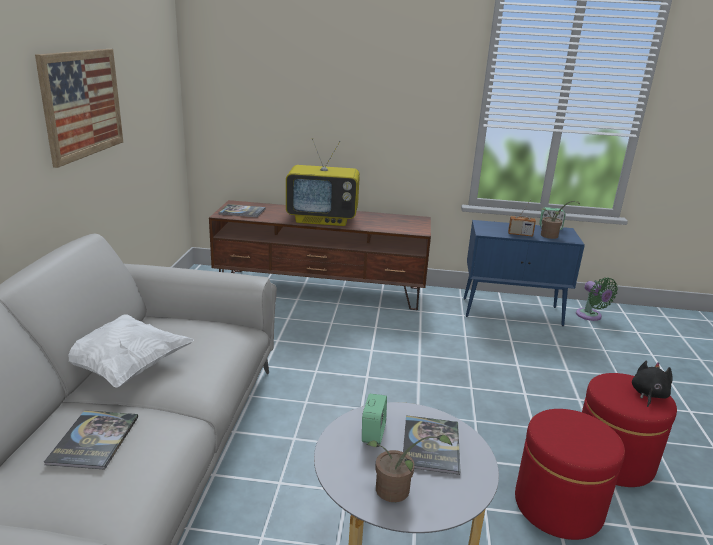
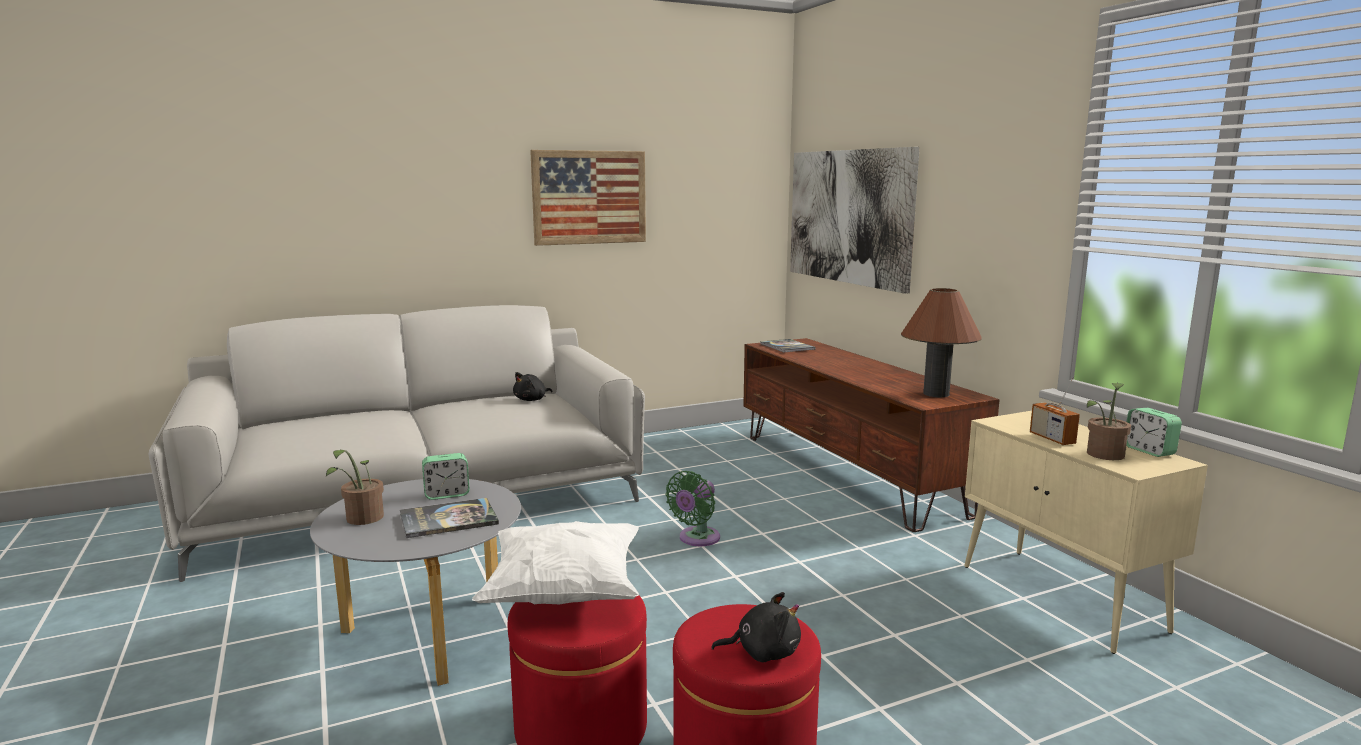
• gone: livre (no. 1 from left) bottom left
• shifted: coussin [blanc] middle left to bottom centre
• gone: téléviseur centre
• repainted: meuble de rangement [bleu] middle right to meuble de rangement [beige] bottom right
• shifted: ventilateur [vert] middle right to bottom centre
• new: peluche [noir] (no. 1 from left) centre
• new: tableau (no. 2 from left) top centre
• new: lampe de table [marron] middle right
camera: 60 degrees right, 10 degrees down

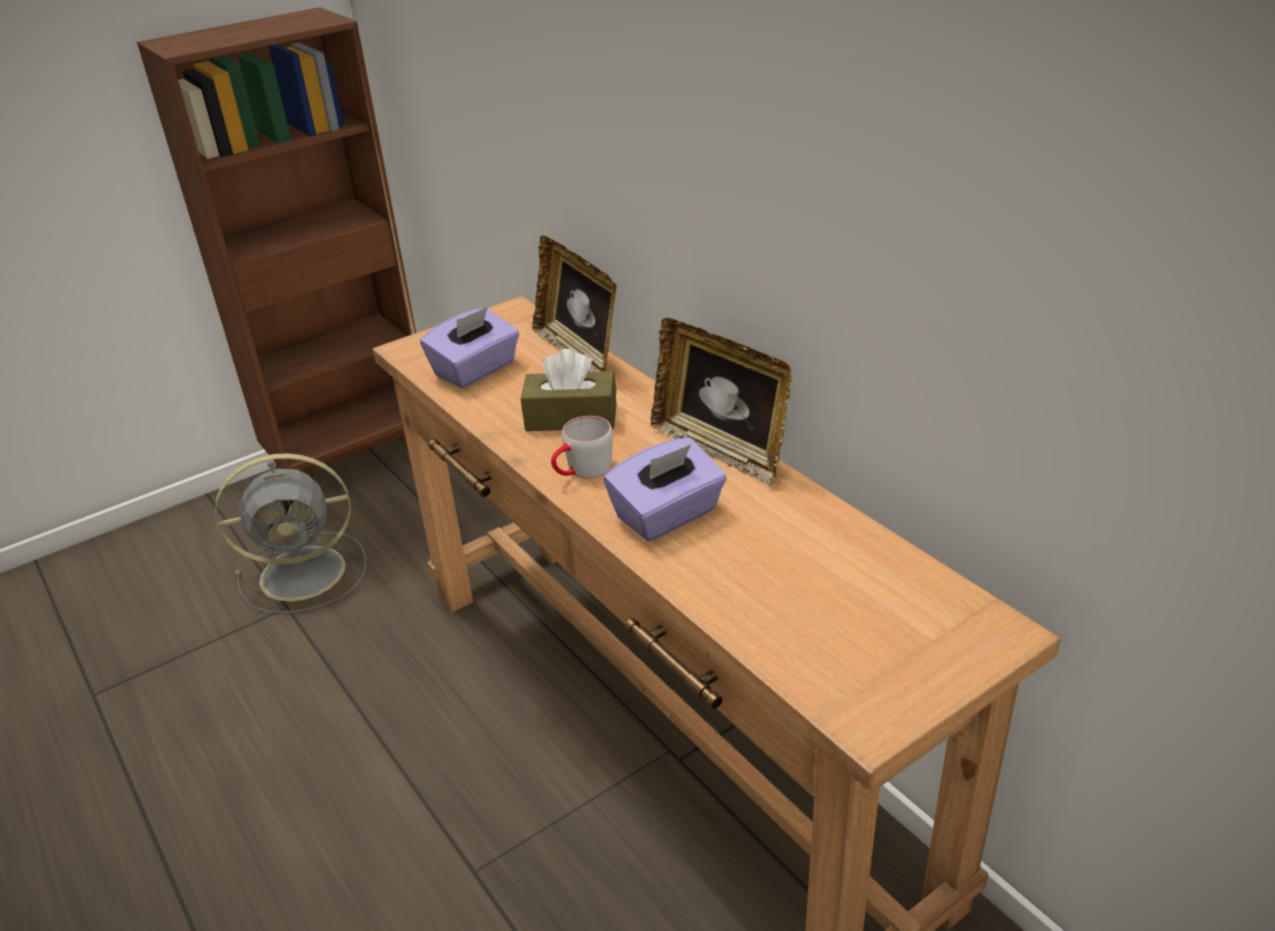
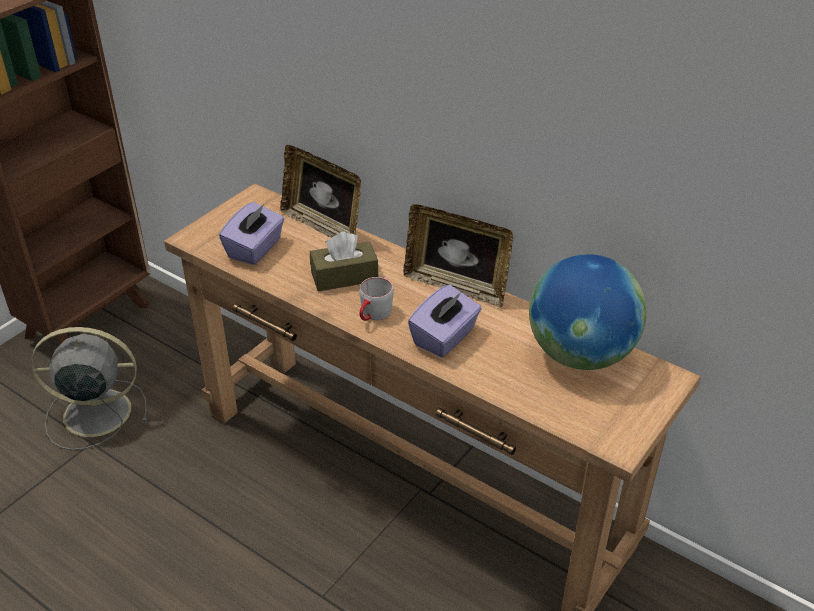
• rotated: ventilateur [gris] middle left = middle left 150 degrees counterclockwise
• new: globe middle right
camera: 20 degrees left, 5 degrees up

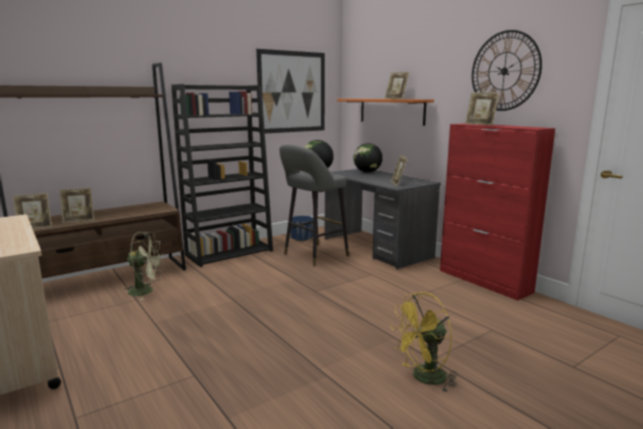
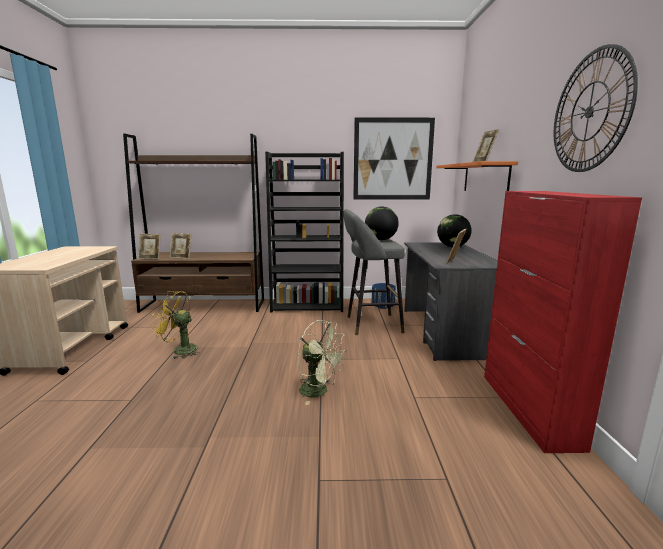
• shifted: ventilateur [vert] middle left to centre
• shifted: ventilateur [jaune] bottom centre to middle left
• gone: cadre photo (no. 5 from left) top right
camera: 35 degrees right, 0 degrees up

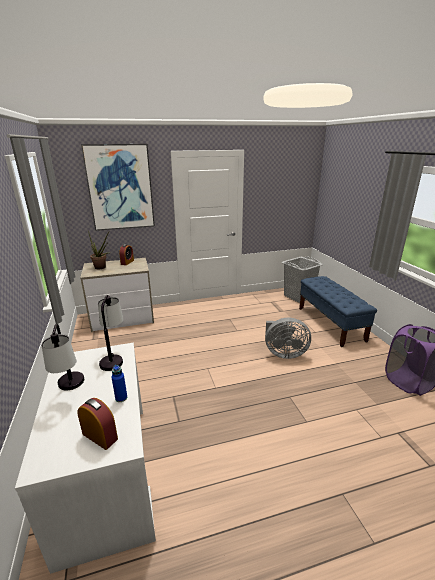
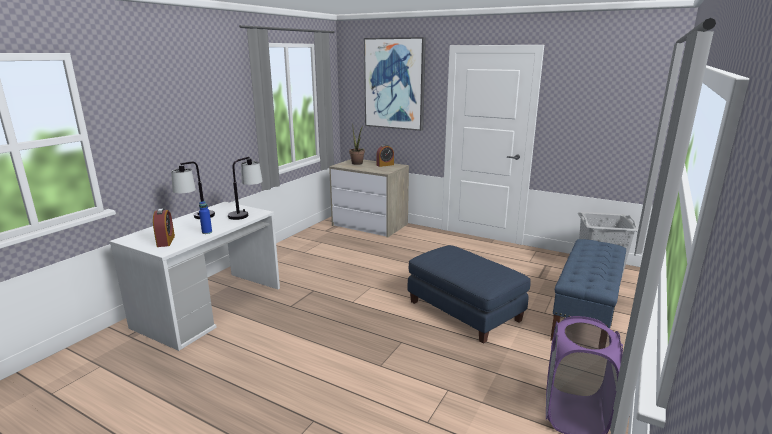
• swapped: ventilateur [gris] centre to pouf [bleu] bottom centre
camera: 45 degrees right, 5 degrees down

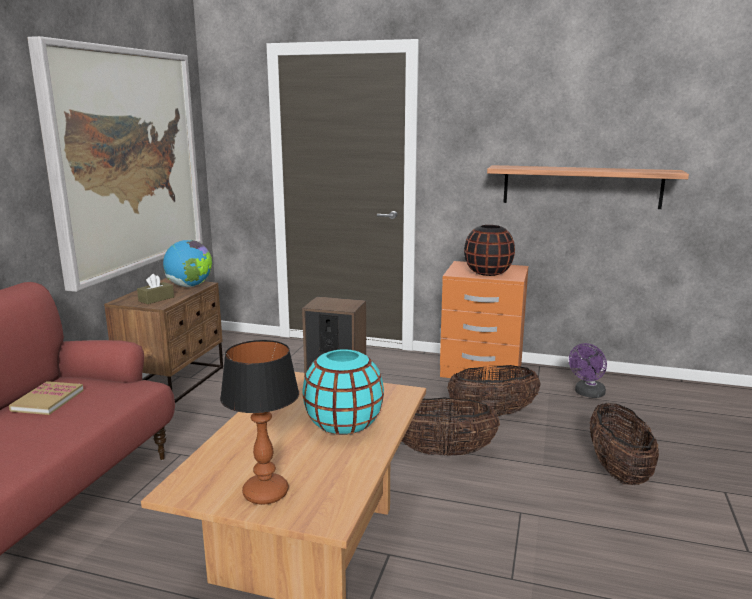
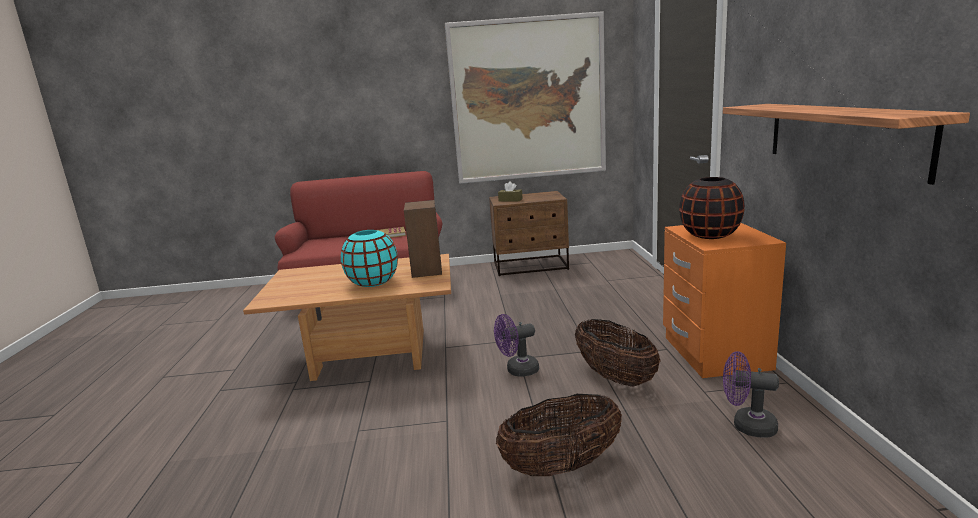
• gone: globe middle left
• gone: lampe de table bottom centre
• swapped: panier (no. 1 from left) bottom centre to ventilateur [violet] (no. 1 from left) centre
camera: 70 degrees right, 0 degrees up

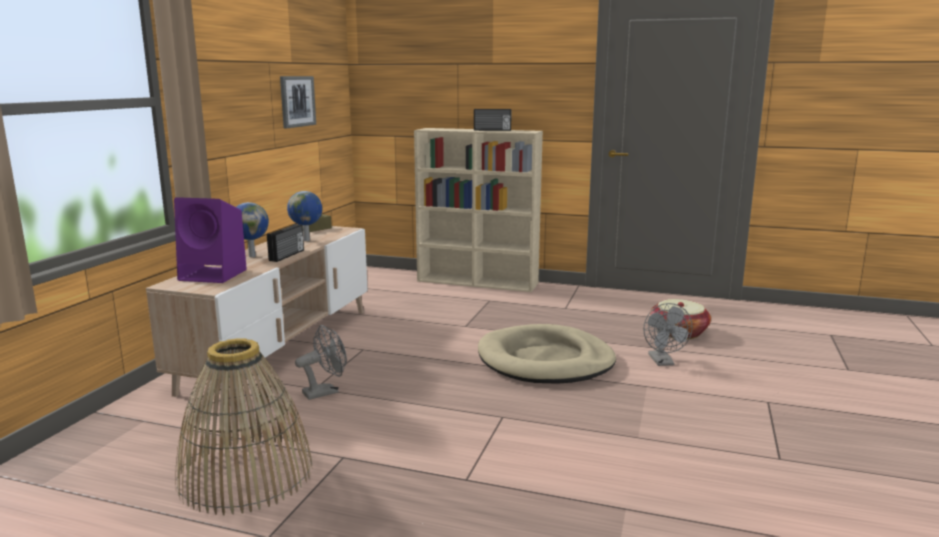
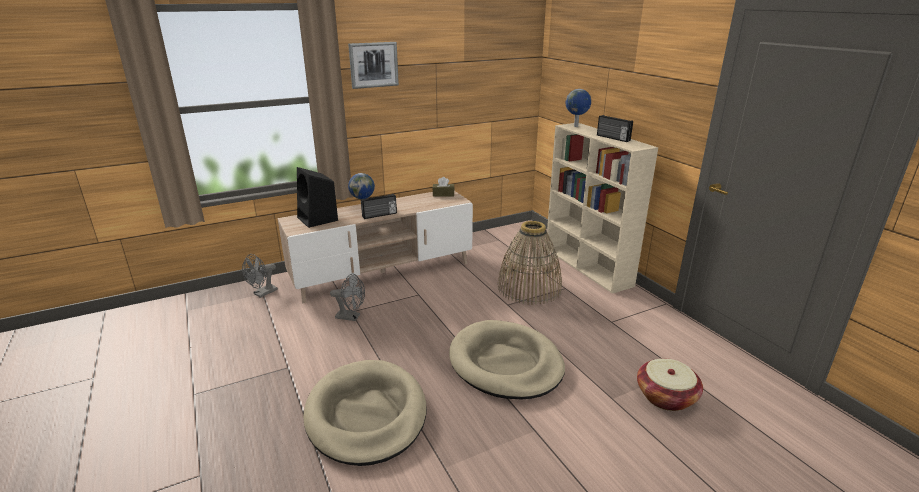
• repainted: enceinte [violet] middle left to enceinte [noir] centre
• shifted: panier (no. 1 from left) bottom left to centre
• shifted: tableau top left to top centre
• shifted: globe (no. 2 from left) middle left to top centre
• shifted: ventilateur [gris] (no. 2 from left in the first image) middle right to ventilateur [gris] (no. 1 from left) middle left
• new: panier pour chien [beige] (no. 1 from left) bottom centre
camera: 45 degrees right, 10 degrees up

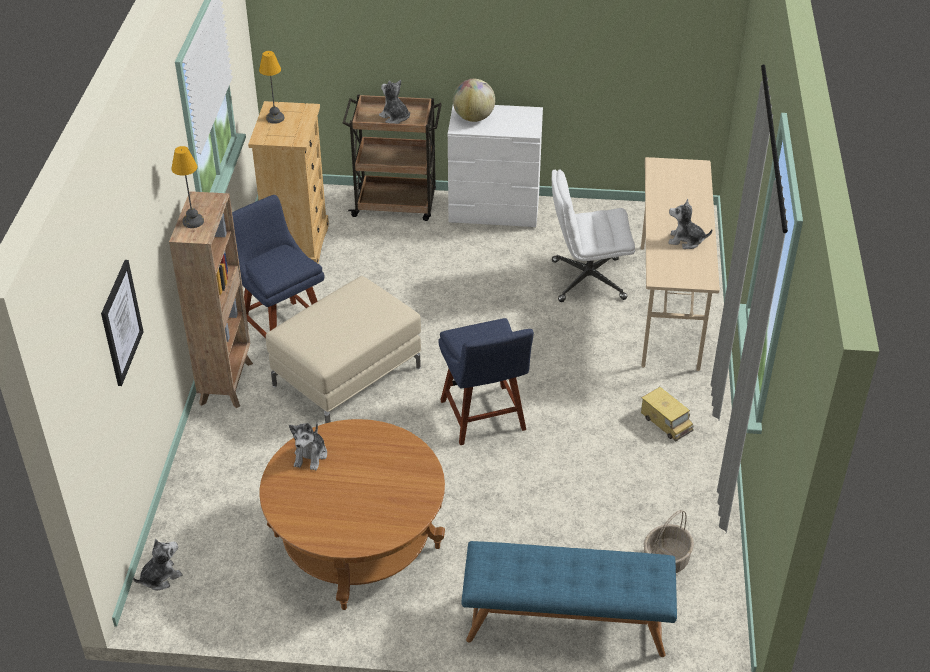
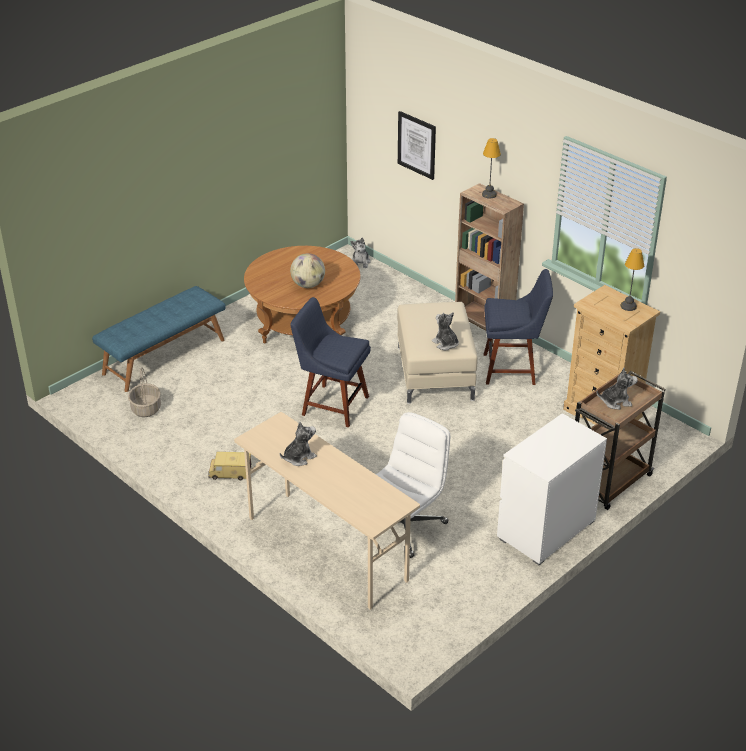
• shifted: peluche (no. 2 from left in the first image) middle left to peluche (no. 3 from left) centre
• shifted: globe top centre to centre
camera: 130 degrees right, 5 degrees down

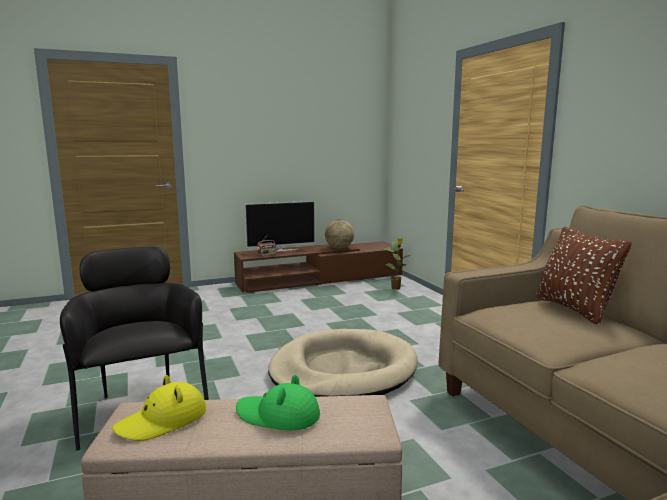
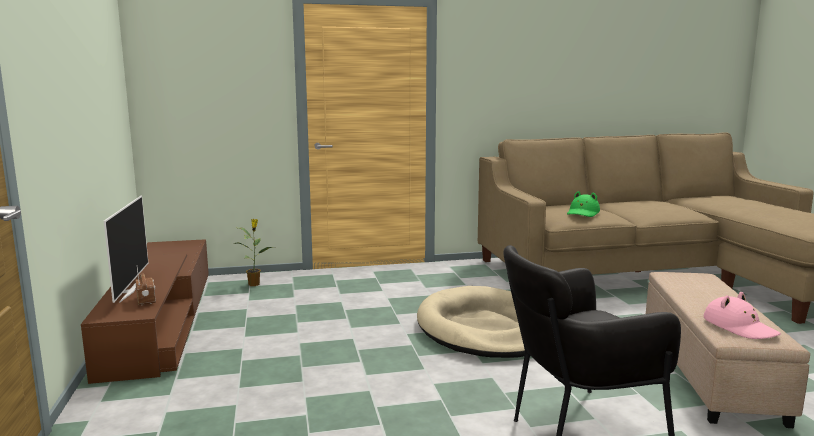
• repainted: chapeau [jaune] bottom left to chapeau [rose] bottom right
• shifted: chapeau [vert] bottom centre to middle right
• gone: globe centre
• gone: coussin [marron] middle right
camera: 80 degrees left, 0 degrees up

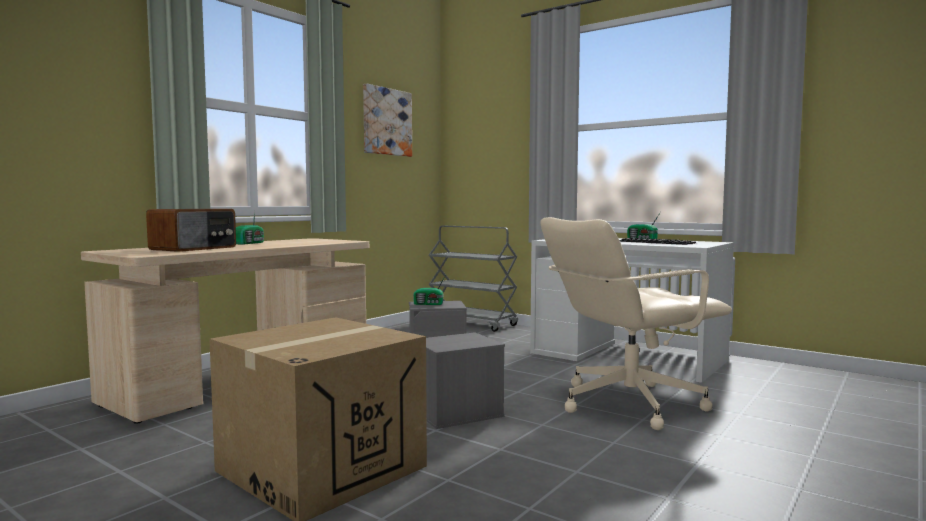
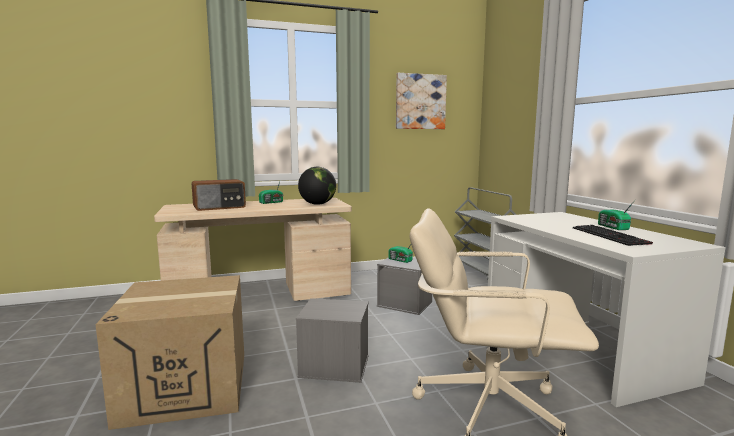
• new: globe centre
camera: 35 degrees right, 5 degrees up

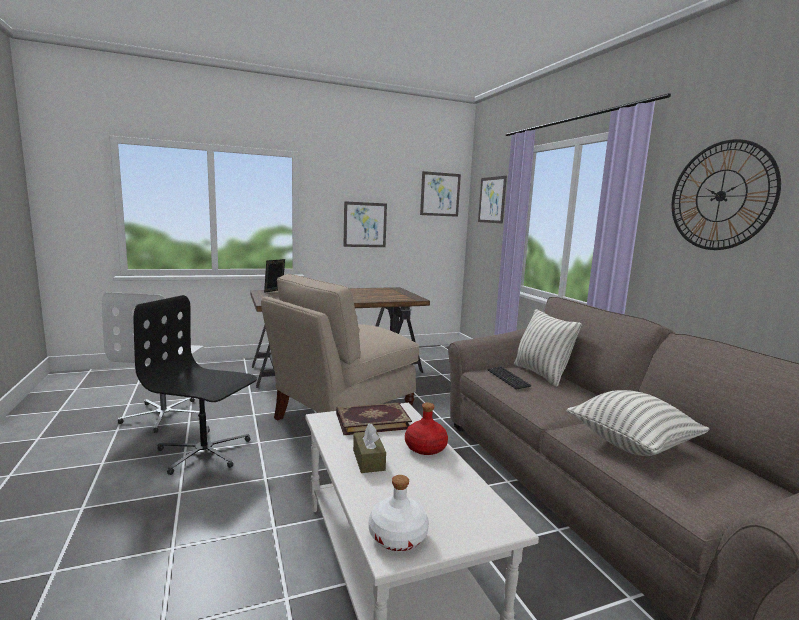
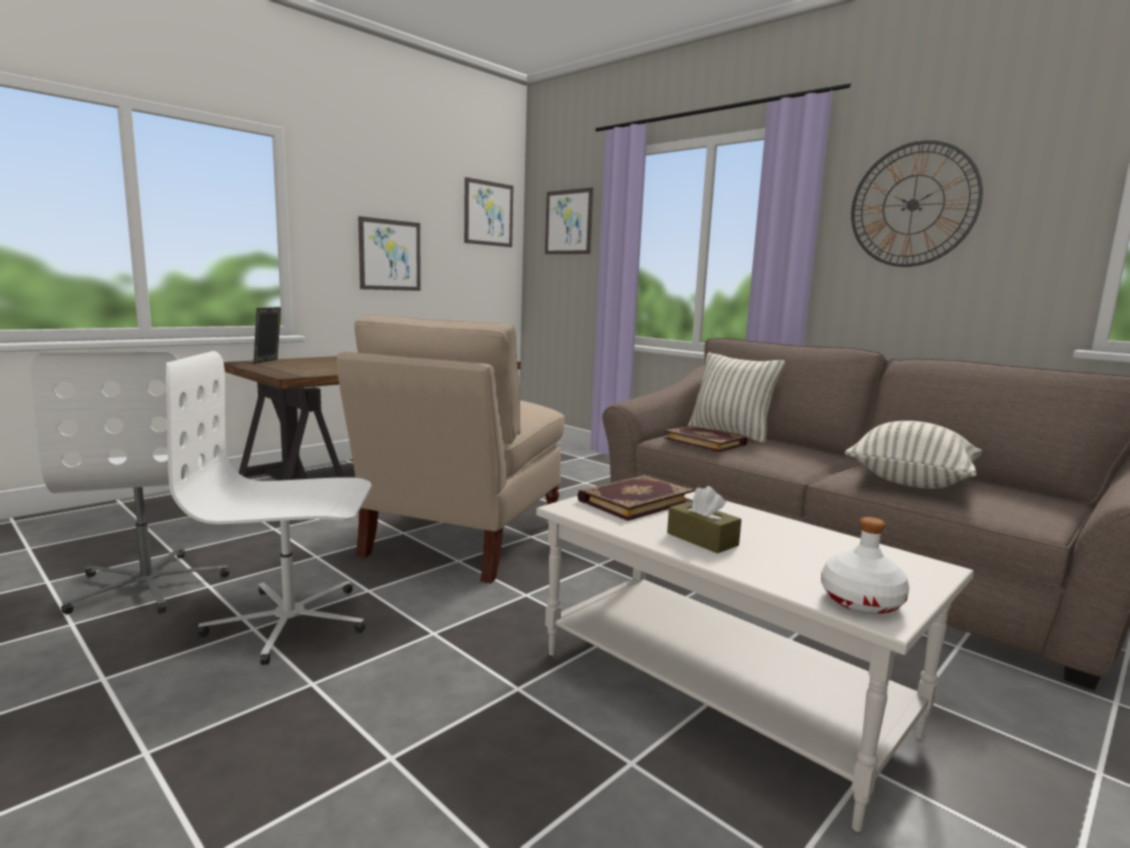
• repainted: chaise de bureau [noir] middle left to chaise de bureau [blanc] (no. 2 from left) middle left
• gone: bouteille [rouge] bottom centre
• swapped: clavier centre to livre (no. 2 from left) centre
camera: 25 degrees left, 0 degrees up

